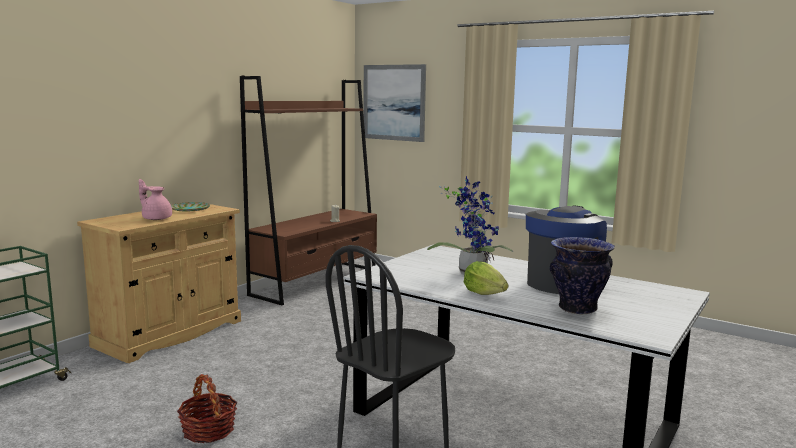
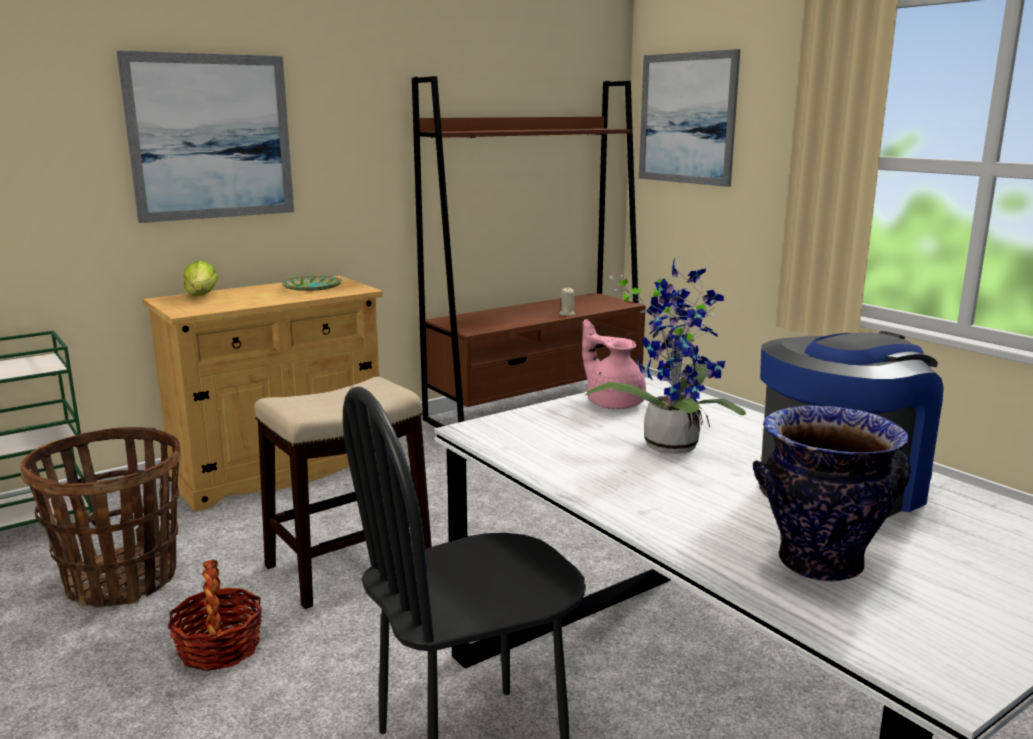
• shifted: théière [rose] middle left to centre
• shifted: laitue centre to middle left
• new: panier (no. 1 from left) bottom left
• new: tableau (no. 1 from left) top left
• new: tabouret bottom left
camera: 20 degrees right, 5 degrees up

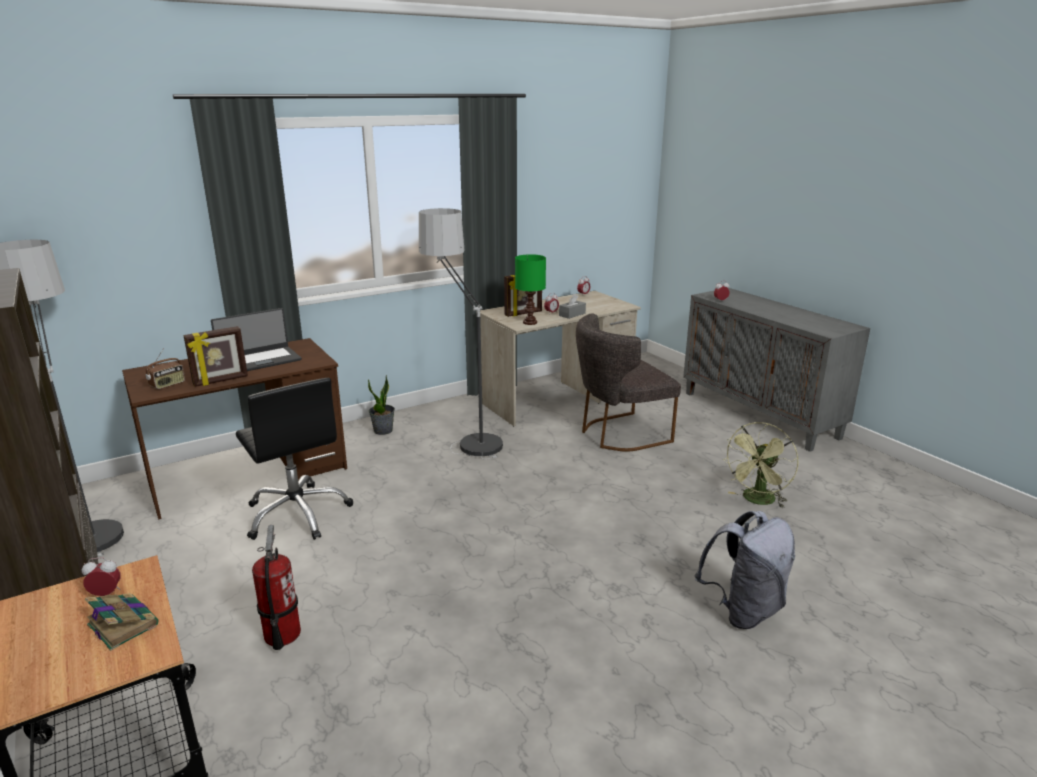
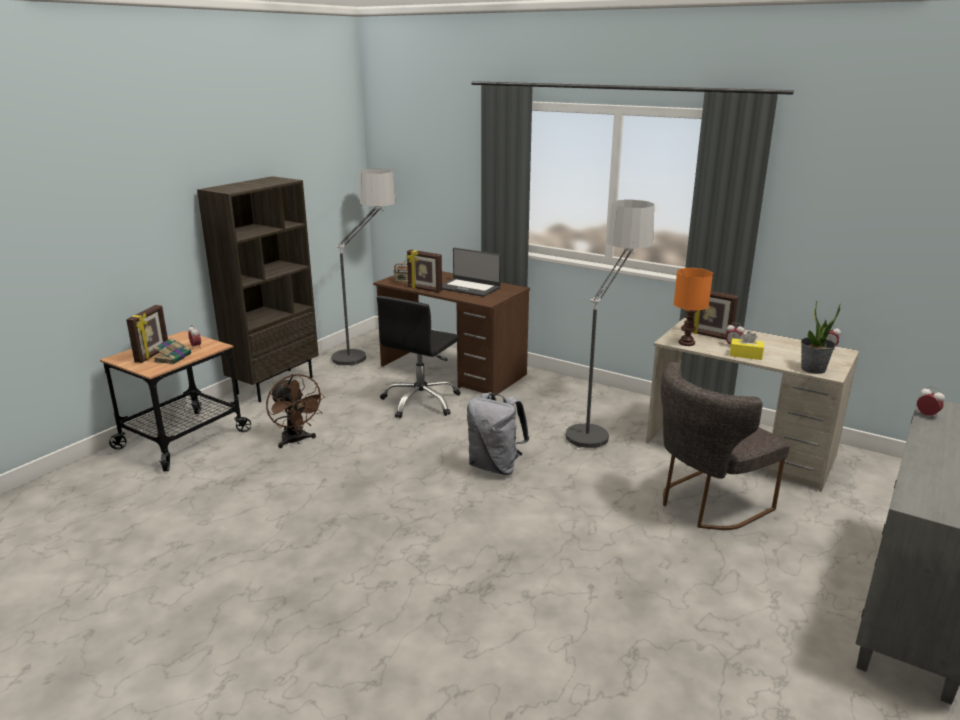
• swapped: extincteur bottom left to ventilateur [marron] middle left
• shifted: plante en pot centre to middle right
• repainted: lampe de table [vert] centre to lampe de table [orange] middle right
• repainted: boîte à mouchoirs [gris] centre to boîte à mouchoirs [jaune] middle right
• rotated: chaise [gris] centre = middle right 75 degrees counterclockwise
• shifted: sac à dos [gris] bottom right to centre
• gone: ventilateur [vert] middle right
• new: cadre photo (no. 1 from left) middle left
camera: 65 degrees right, 0 degrees up

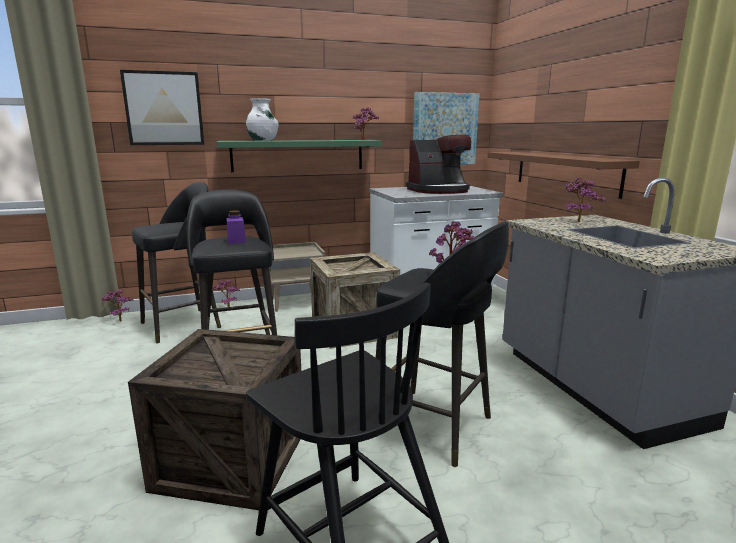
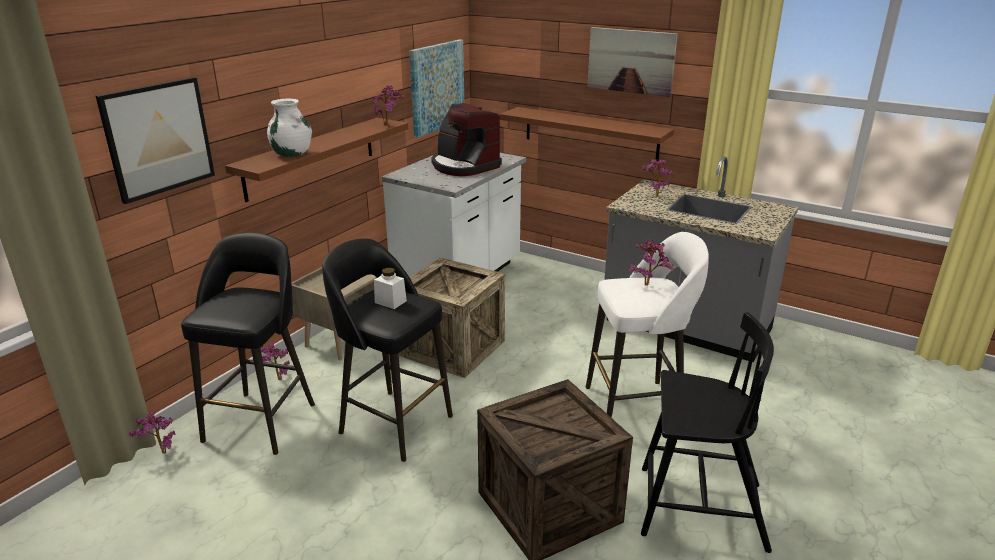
• repainted: étagère [vert] top centre to étagère [marron] (no. 1 from left) top left
• repainted: bocal [violet] middle left to bocal [blanc] centre
• repainted: tabouret [noir] (no. 3 from left) centre to tabouret [blanc] centre
• rotated: machine à café top centre = top centre 105 degrees clockwise
• new: tableau (no. 3 from left) top centre
camera: 40 degrees left, 10 degrees up

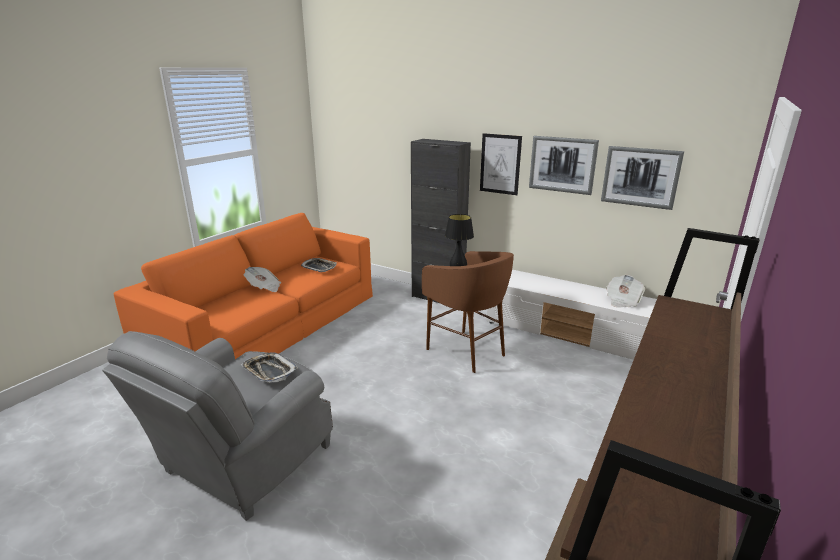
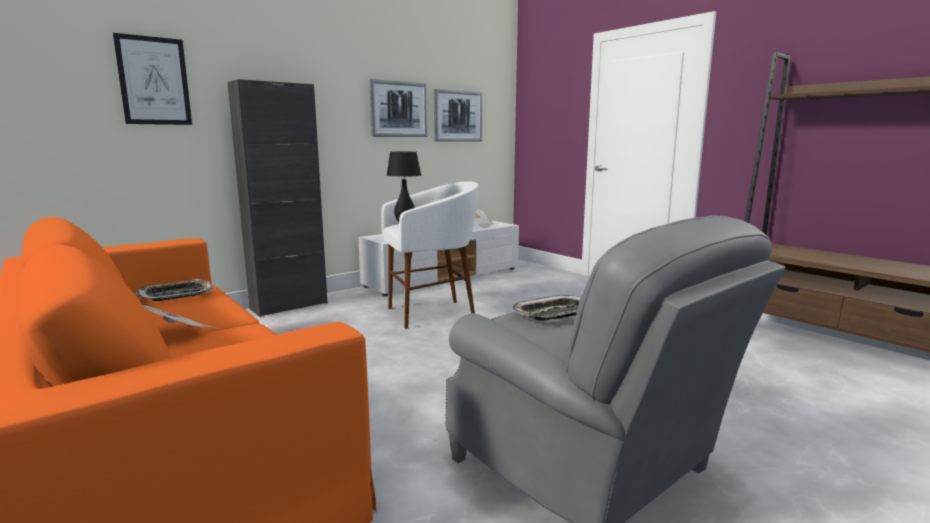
• repainted: tabouret [marron] centre to tabouret [blanc] centre
• shifted: tableau (no. 1 from left) top centre to top left
camera: 70 degrees left, 10 degrees down

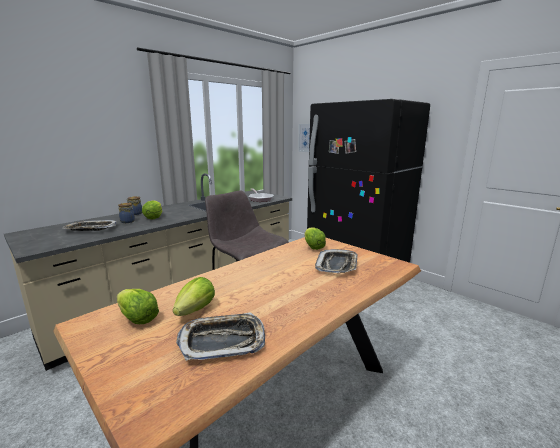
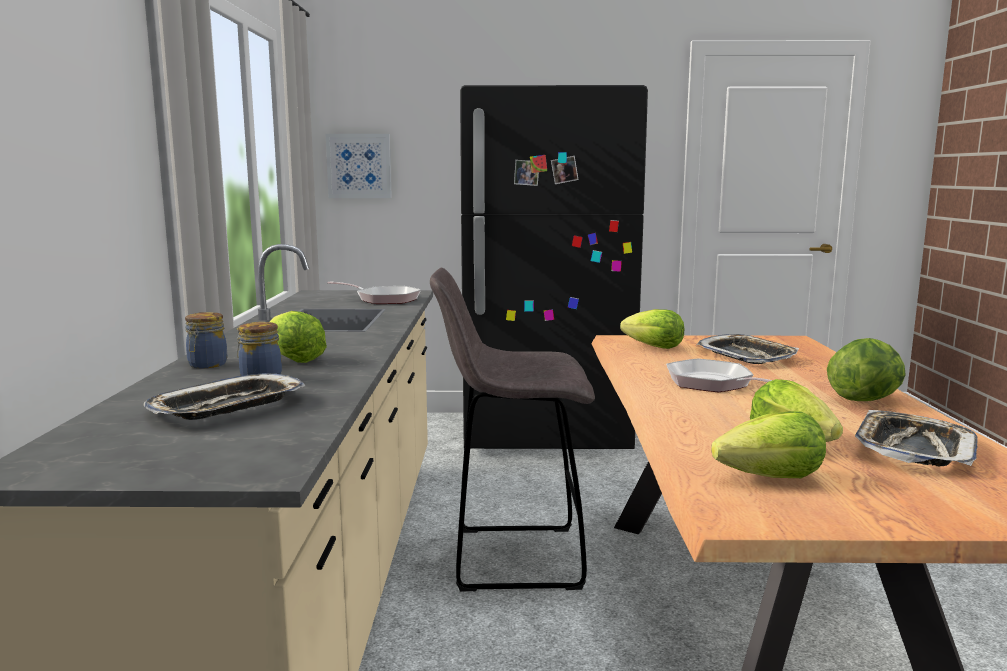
• new: poêle (no. 2 from left) middle right
• new: laitue (no. 5 from left) middle right
camera: 45 degrees left, 5 degrees down

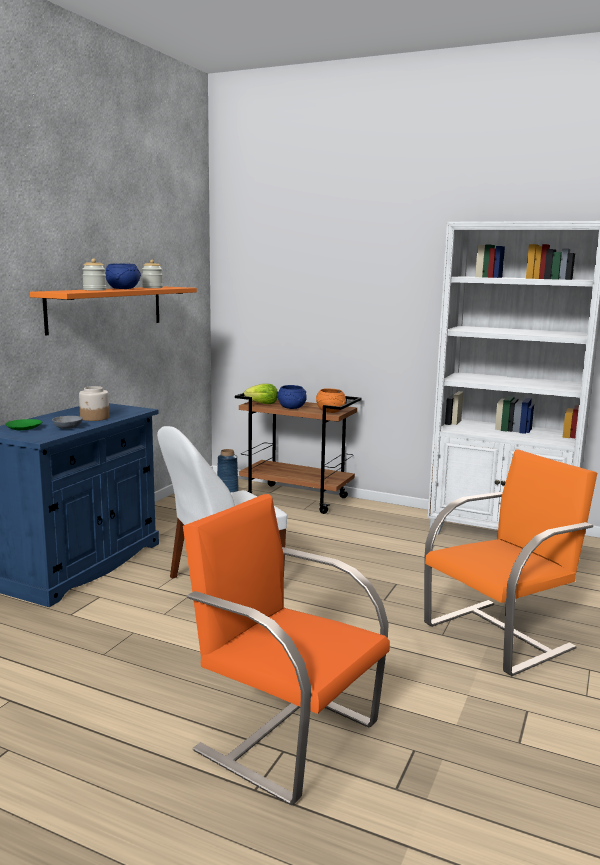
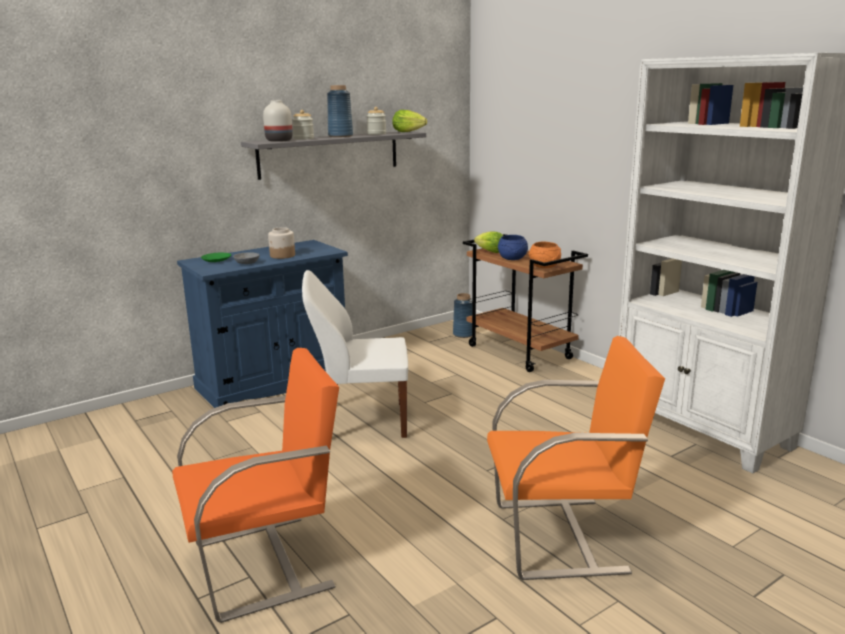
• repainted: étagère [orange] middle left to étagère [gris] top centre
• swapped: bol [bleu] (no. 1 from left) top left to vase [bleu] (no. 1 from left) top centre
• rotated: chaise [orange] (no. 1 from left) bottom centre = bottom left 90 degrees clockwise
• new: vase [blanc] top left
• new: laitue (no. 1 from left) top centre
camera: 30 degrees right, 5 degrees up

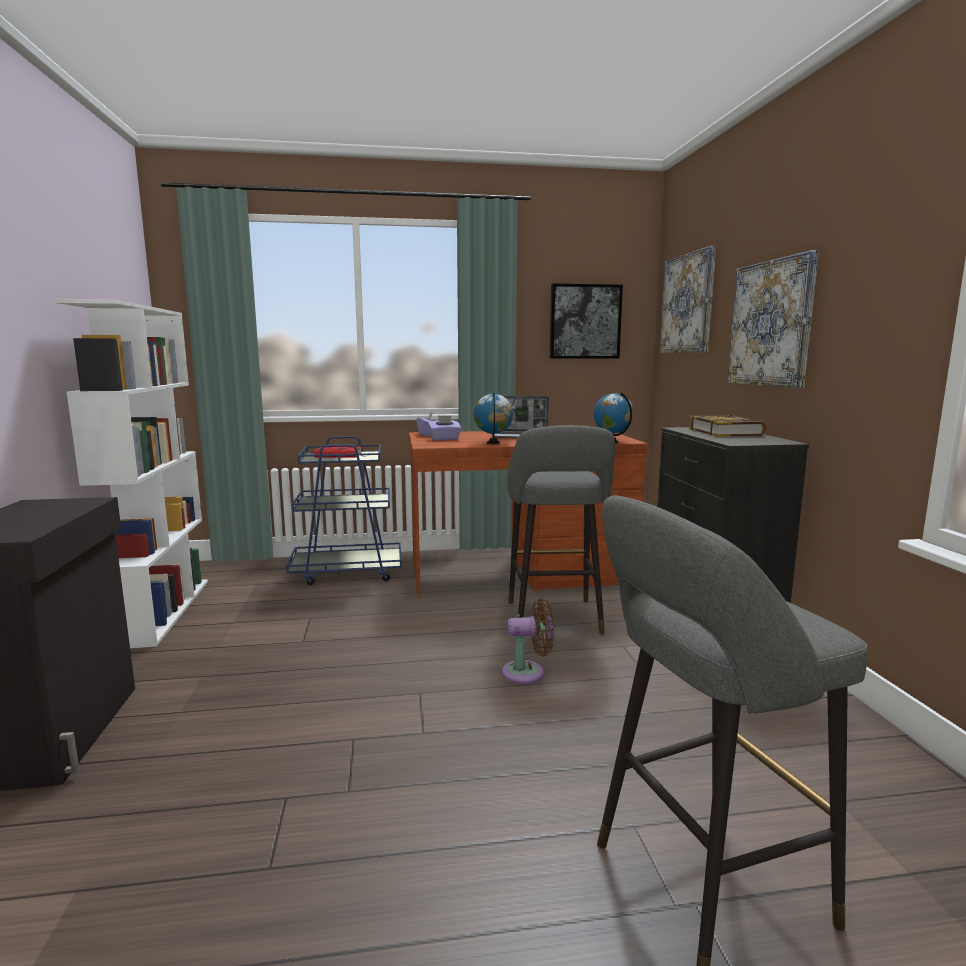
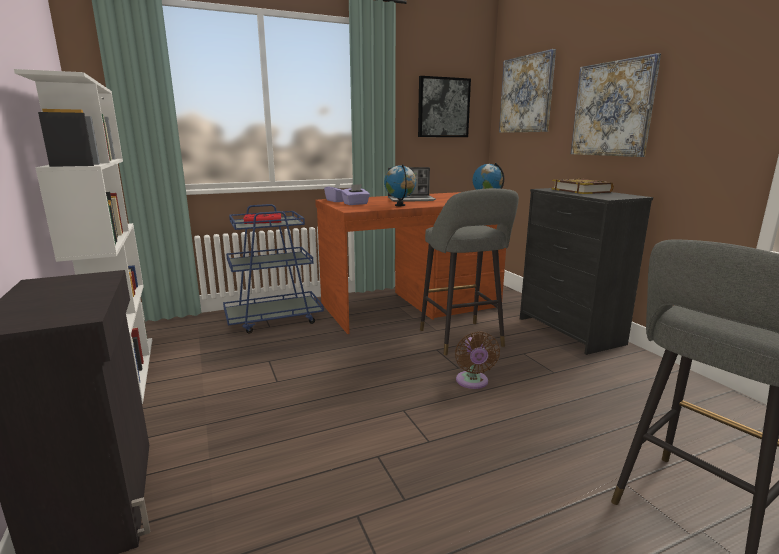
• rotated: ventilateur [marron] centre = centre 105 degrees clockwise
camera: 15 degrees left, 5 degrees up

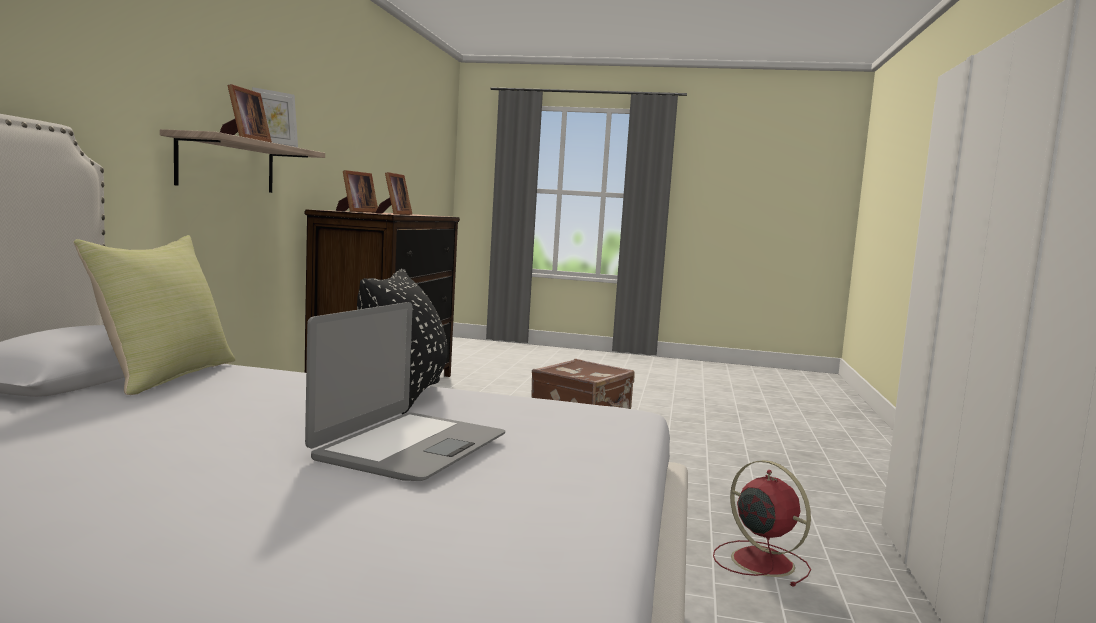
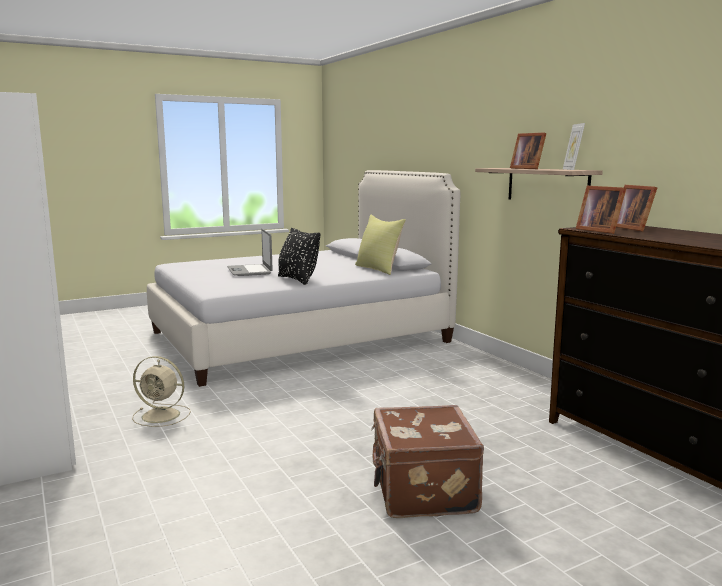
• repainted: ventilateur [rouge] bottom right to ventilateur [beige] bottom left
camera: 140 degrees right, 5 degrees up

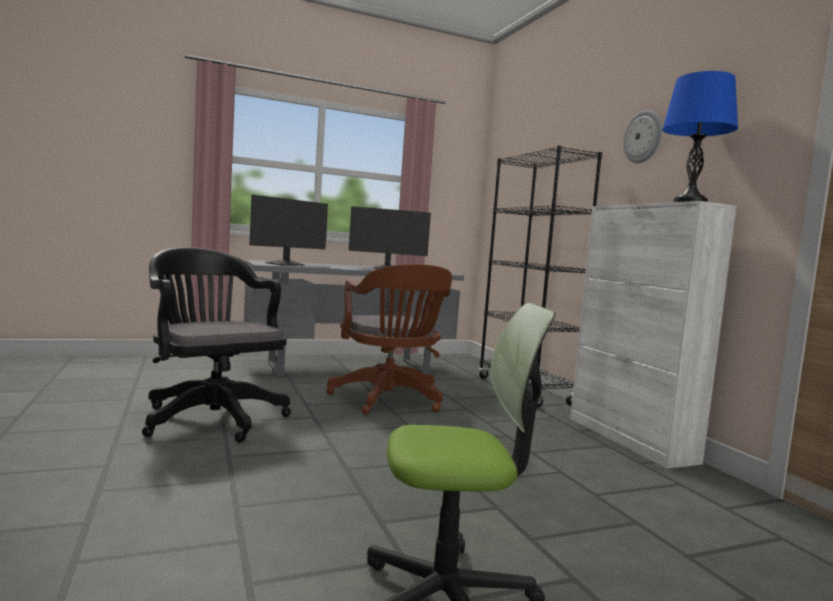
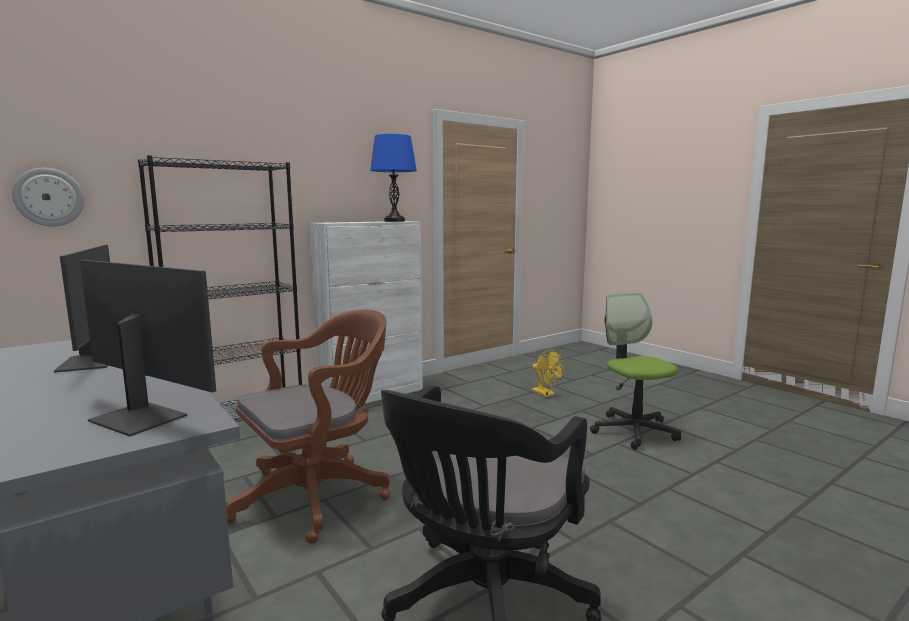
• shifted: horloge murale top right to top left
• new: ventilateur [jaune] centre
camera: 105 degrees left, 5 degrees up

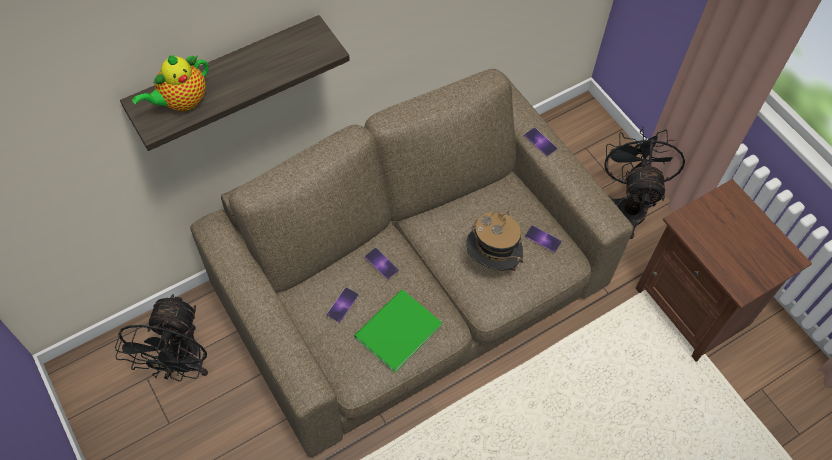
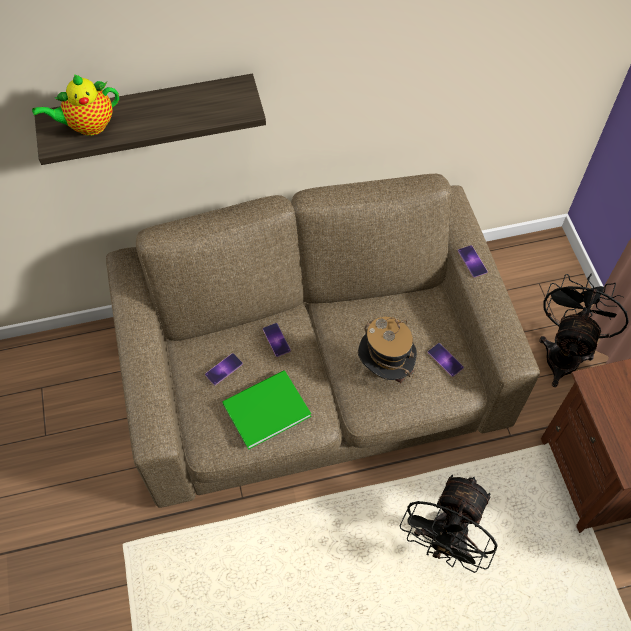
• shifted: ventilateur [noir] (no. 1 from left) bottom left to bottom right
camera: 20 degrees right, 0 degrees up

